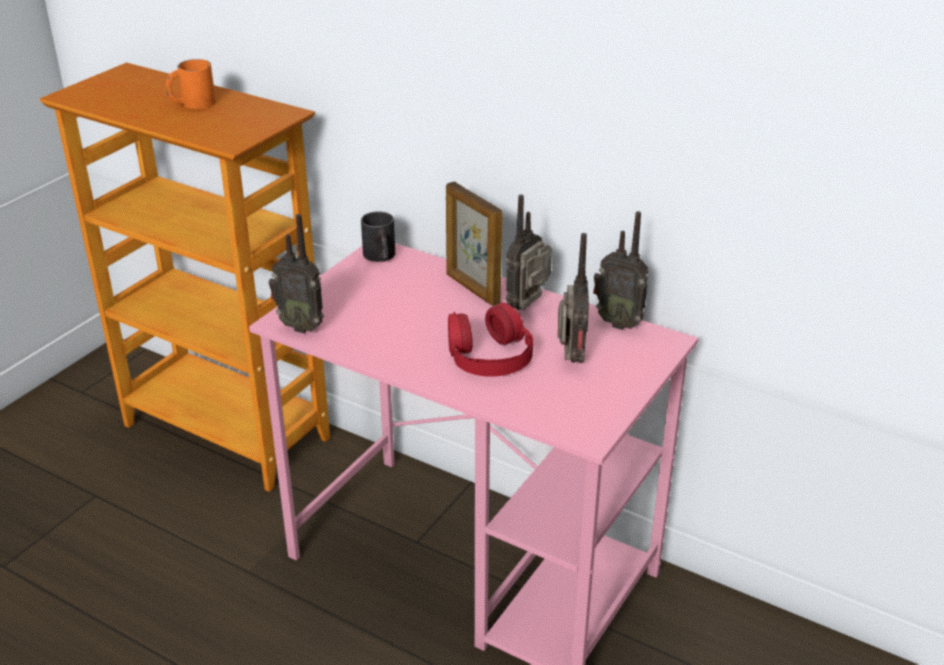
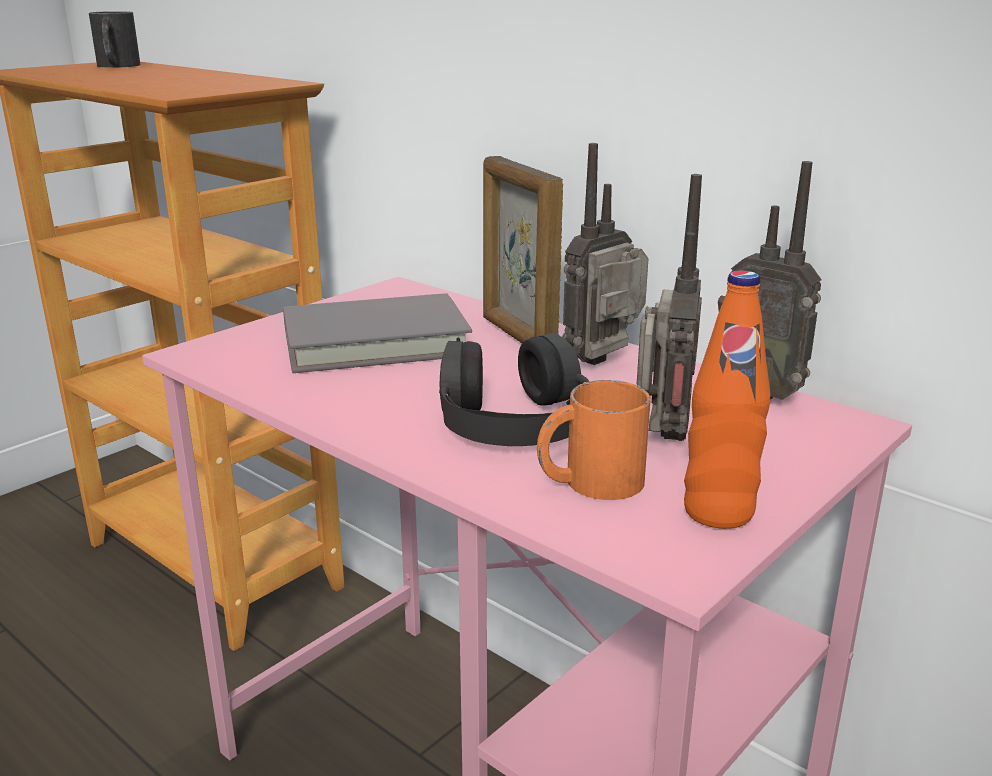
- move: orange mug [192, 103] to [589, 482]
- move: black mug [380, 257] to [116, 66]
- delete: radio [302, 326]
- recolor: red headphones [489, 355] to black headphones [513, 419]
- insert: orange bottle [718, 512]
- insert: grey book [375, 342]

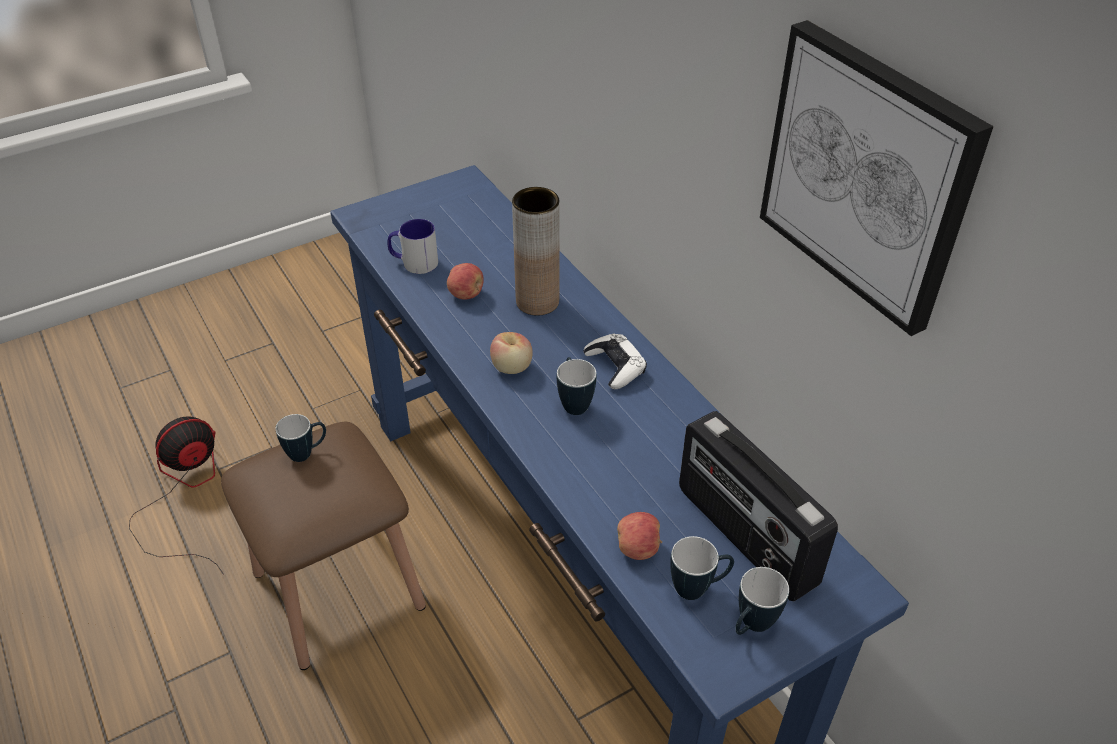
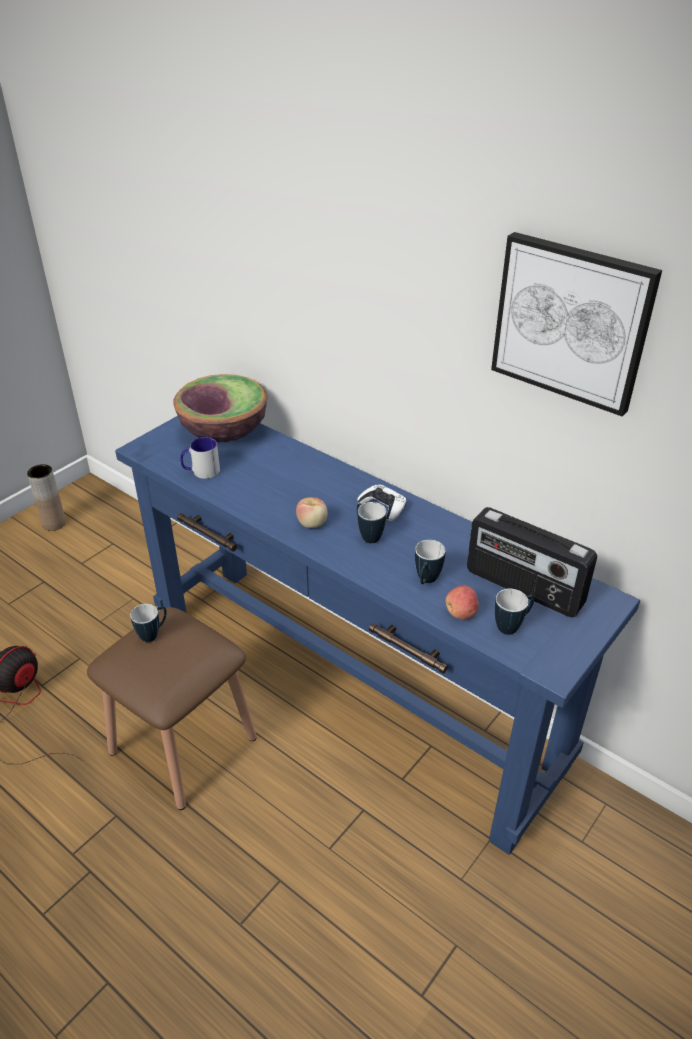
- move: brown vase [537, 302] to [54, 523]
- delete: apple [466, 294]
- move: mug [751, 626] to [426, 581]
- insert: bowl [224, 431]

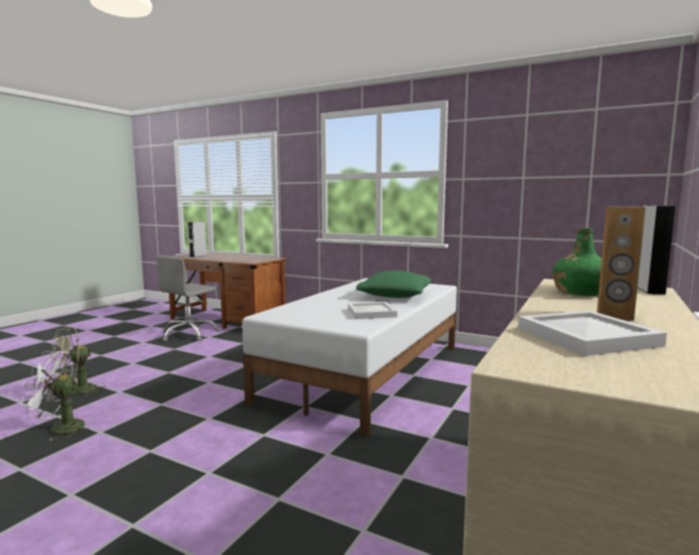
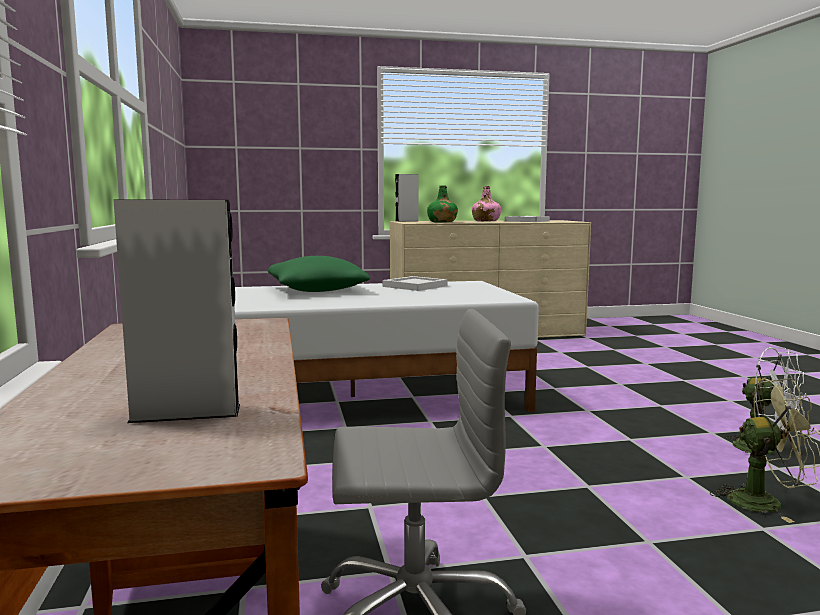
- replace: brown speaker [614, 316] to pink bottle [485, 221]

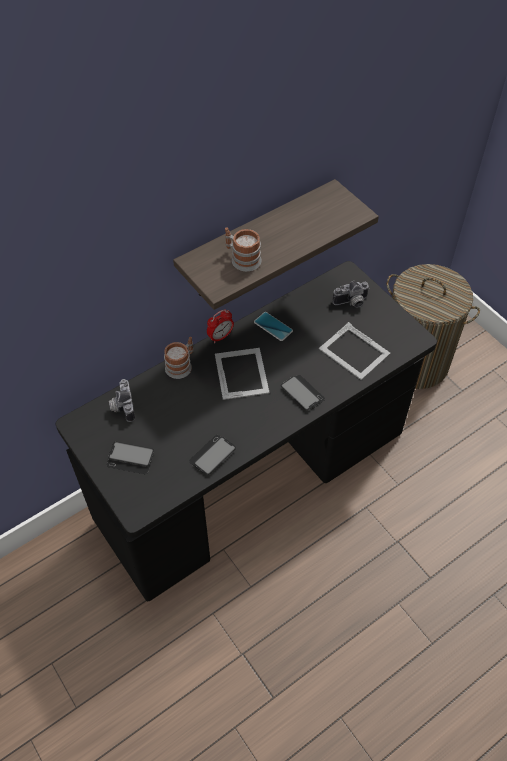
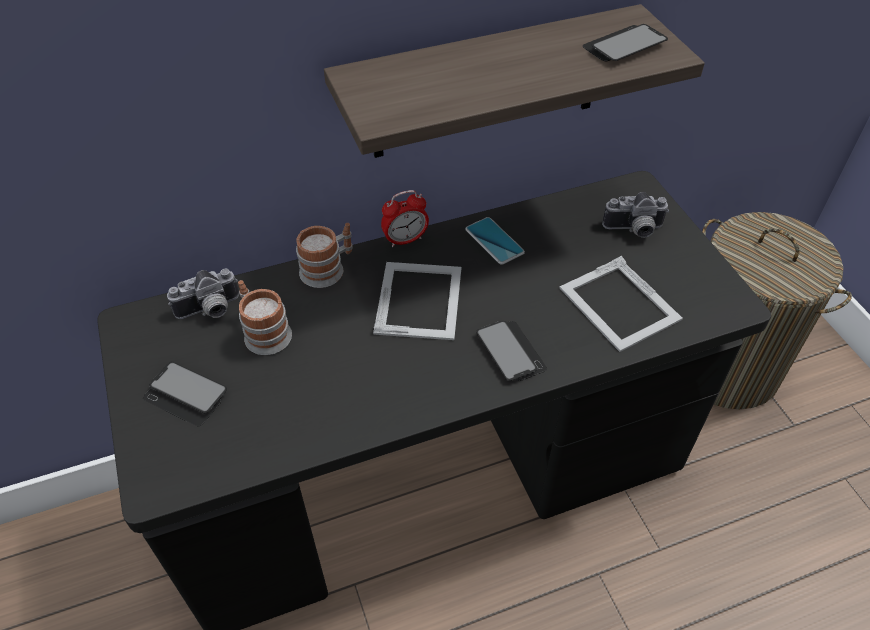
- move: mug [242, 258] to [264, 332]
- rotate: photo camera [122, 406] = [210, 311] 120 degrees counterclockwise
- move: phone [212, 455] to [624, 45]

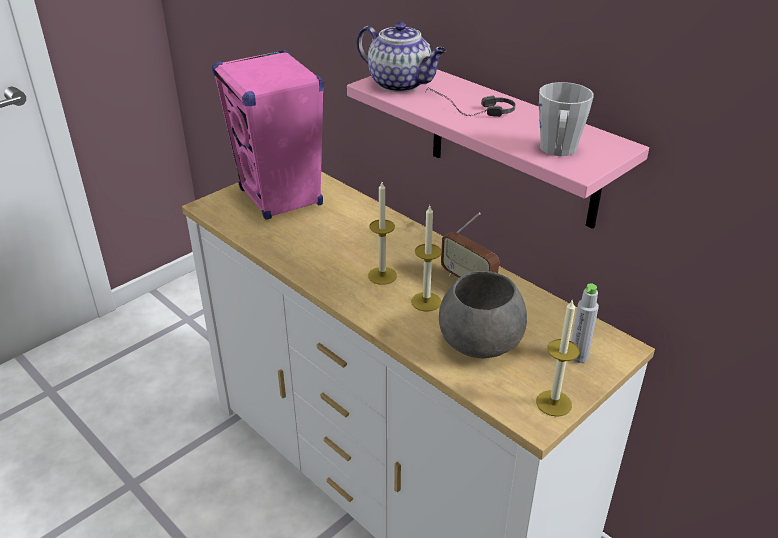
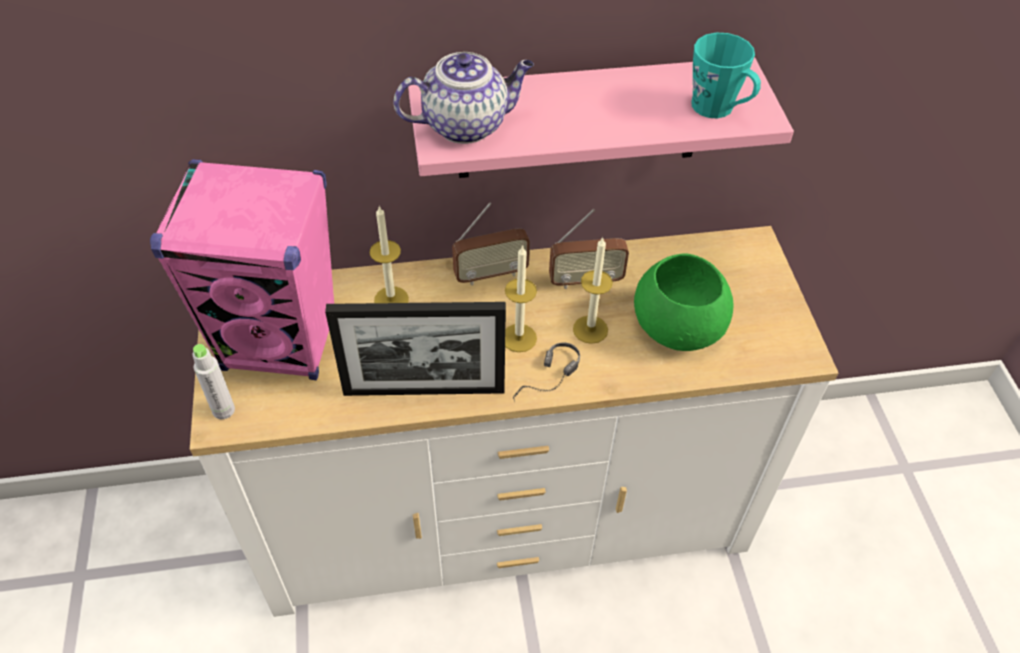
- recolor: grey mug [558, 151] to turquoise mug [718, 109]
- move: headphones [470, 113] to [548, 383]
- recolor: grey bowl [479, 342] to green bowl [679, 327]
- move: grey bottle [578, 356] to [223, 410]
- move: candle [553, 403] to [391, 299]
- insert: radio [490, 274]
- insert: picture frame [424, 390]

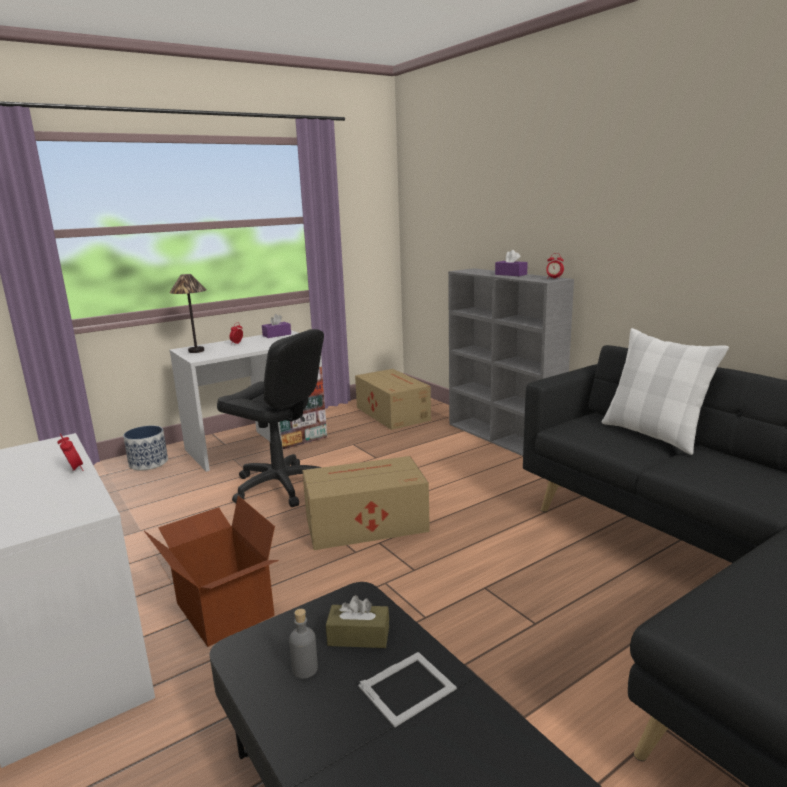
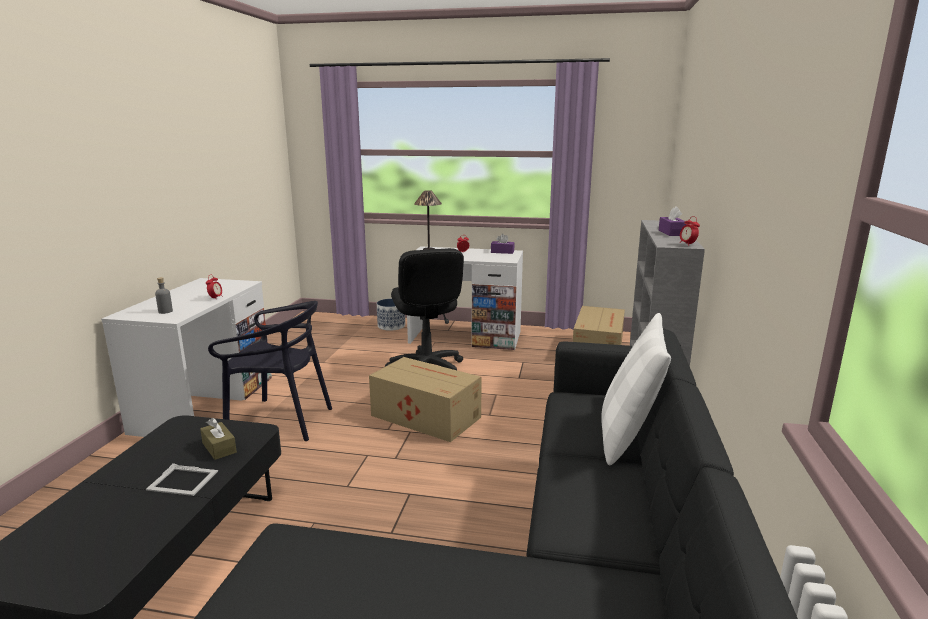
- replace: cardboard box [222, 610] to black chair [280, 421]
- move: grey bottle [305, 669] to [165, 311]

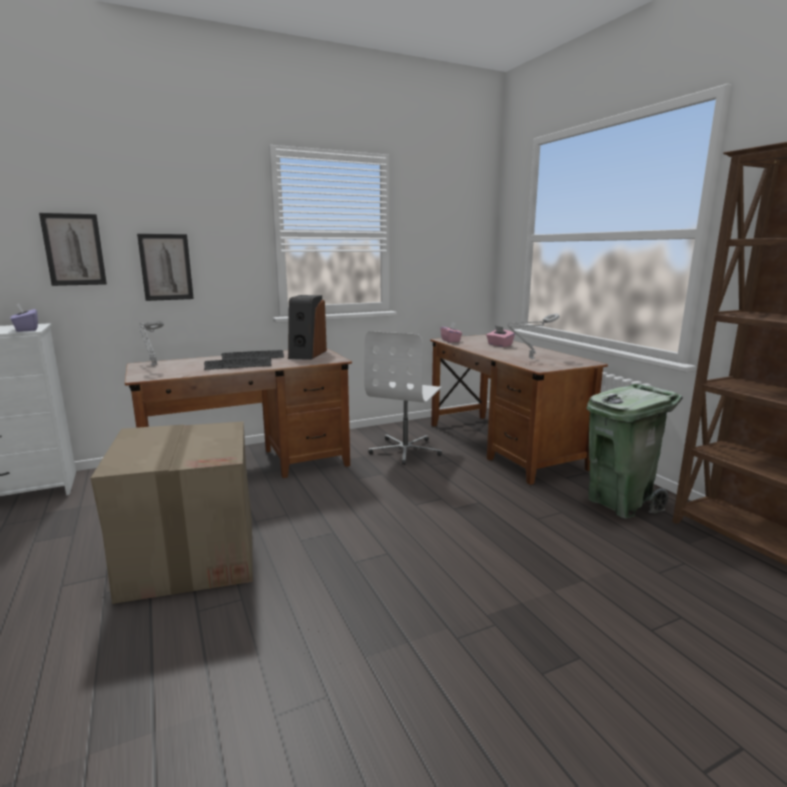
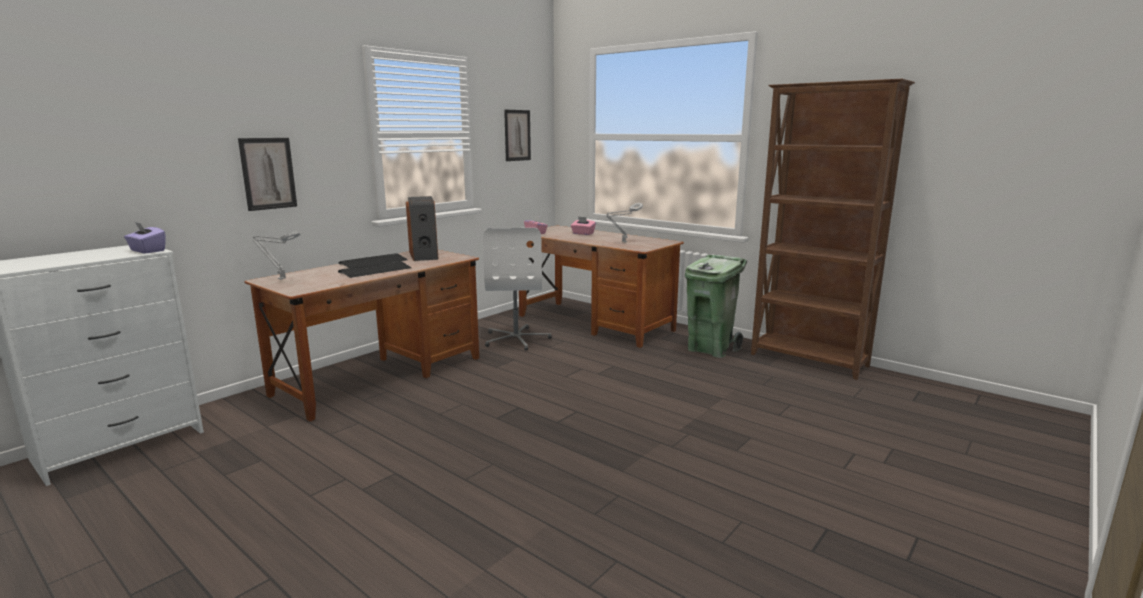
- move: picture [74, 249] to [517, 135]
- delete: cardboard box [191, 555]

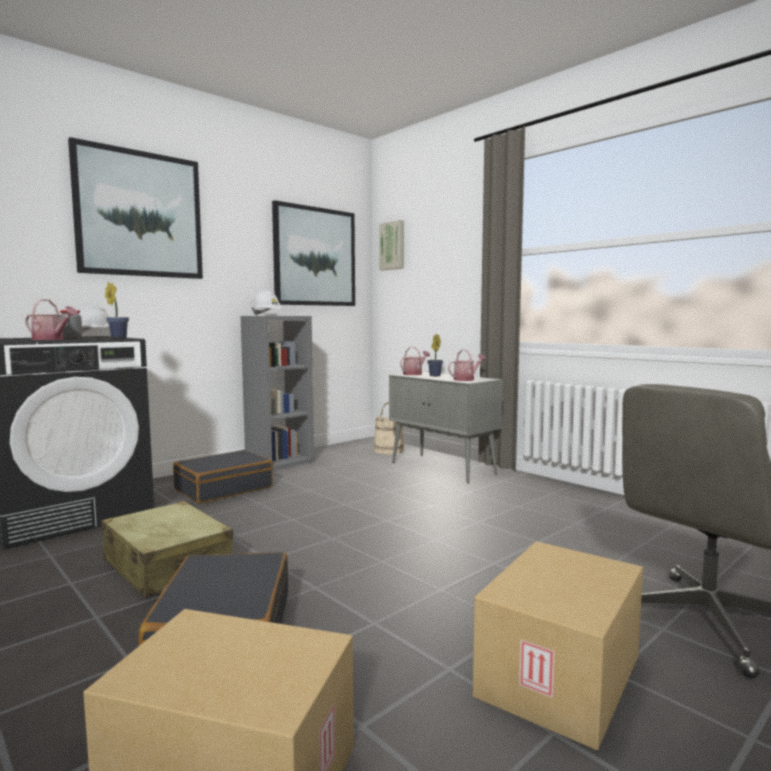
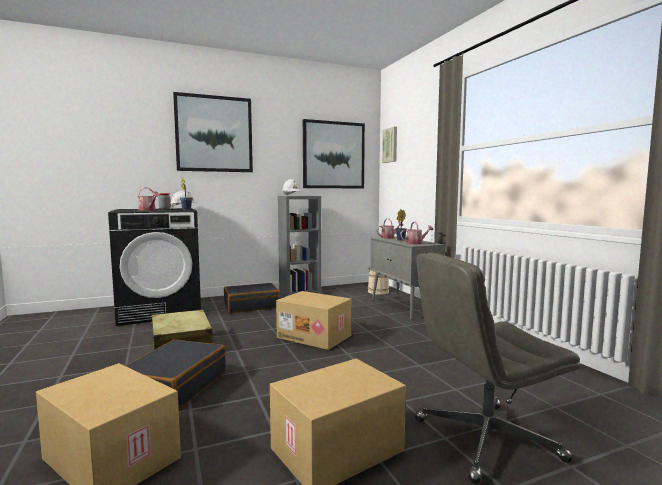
- insert: cardboard box [315, 336]

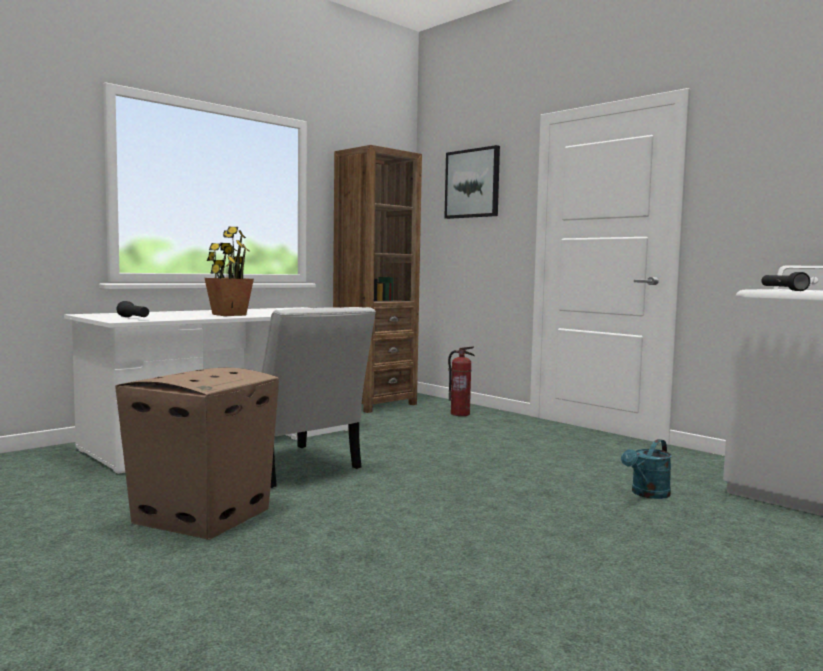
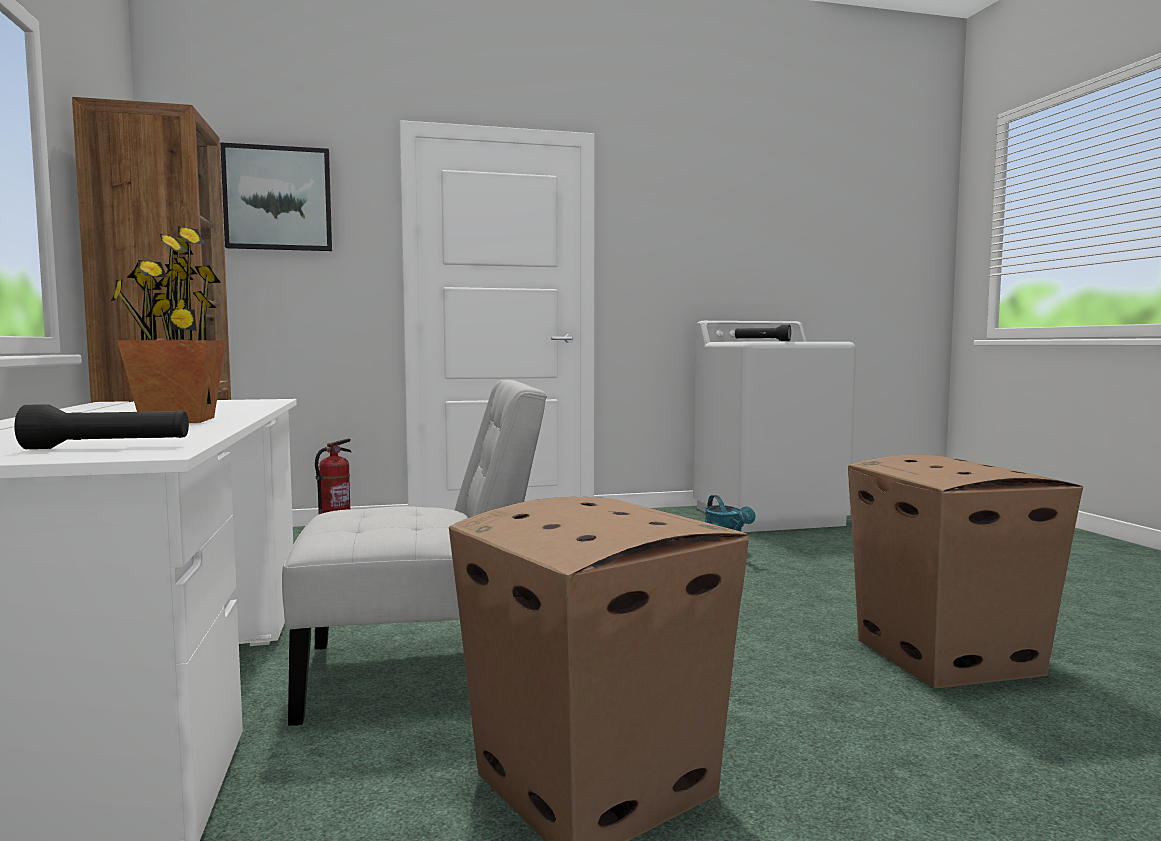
- insert: cardboard box [948, 657]

